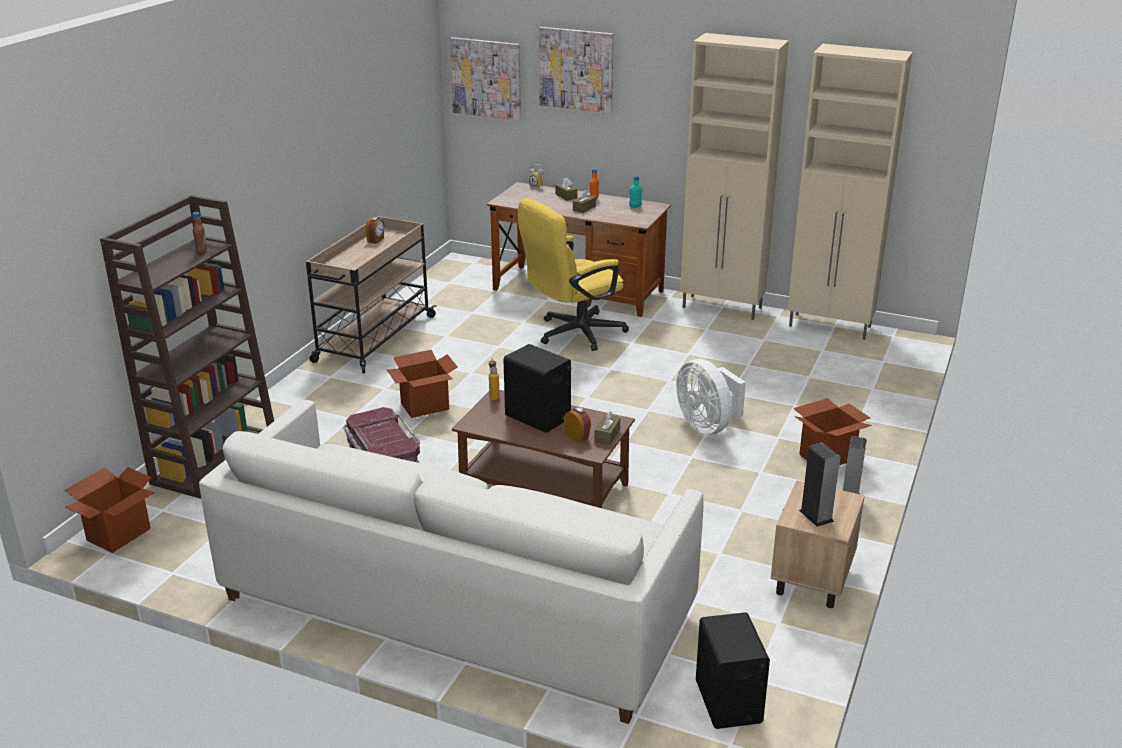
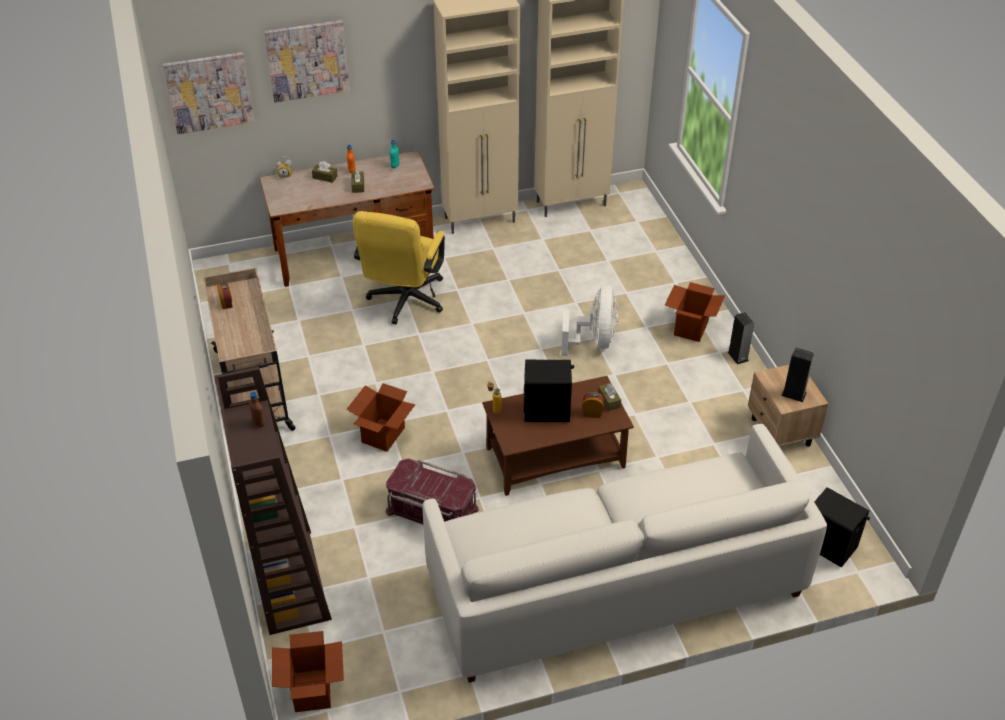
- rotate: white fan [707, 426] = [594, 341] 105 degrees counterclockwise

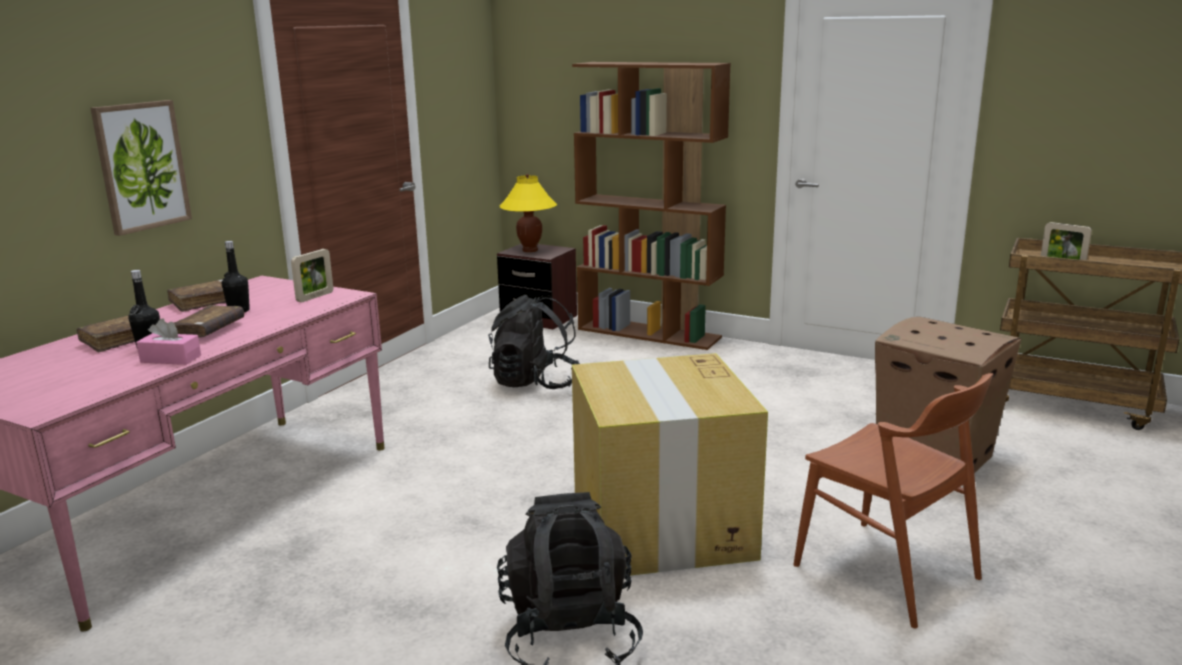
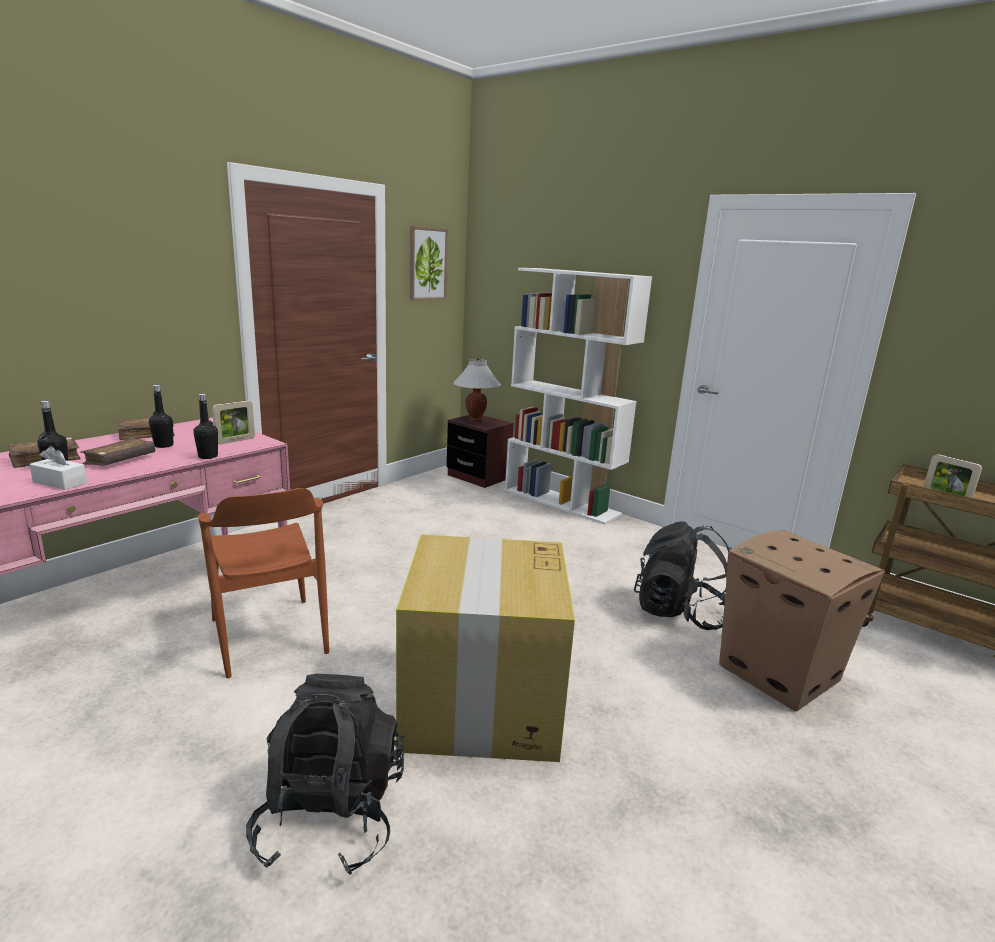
- recolor: brown bookcase [649, 333] to white bookcase [562, 502]
- move: picture [141, 166] to [427, 264]
- recolor: yellow table lamp [530, 250] to white table lamp [475, 420]
- move: black backpack [535, 383] to [679, 613]
- recolor: pink tissue box [171, 359] to white tissue box [60, 482]
- move: brown chair [886, 571] to [269, 636]
- insert: black bottle [208, 456]

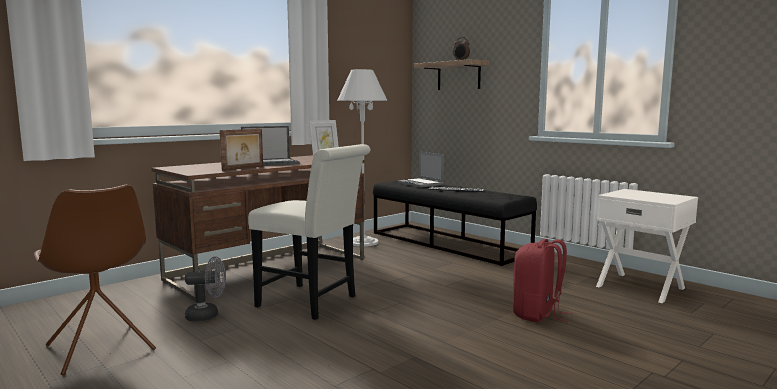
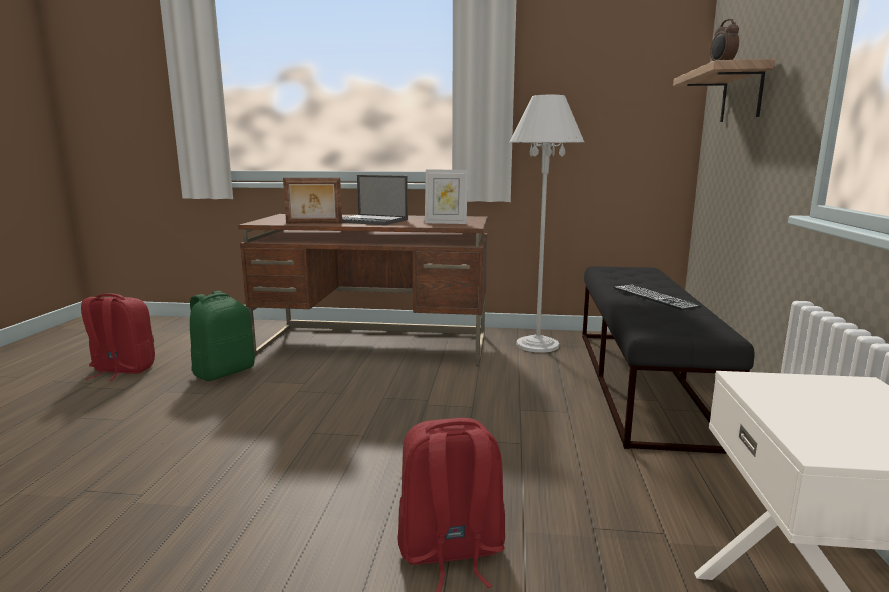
- delete: white chair [312, 302]
- delete: laptop [421, 184]
- replace: brown chair [100, 348] to red backpack [122, 370]
- replace: grey fan [207, 315] to green backpack [224, 372]

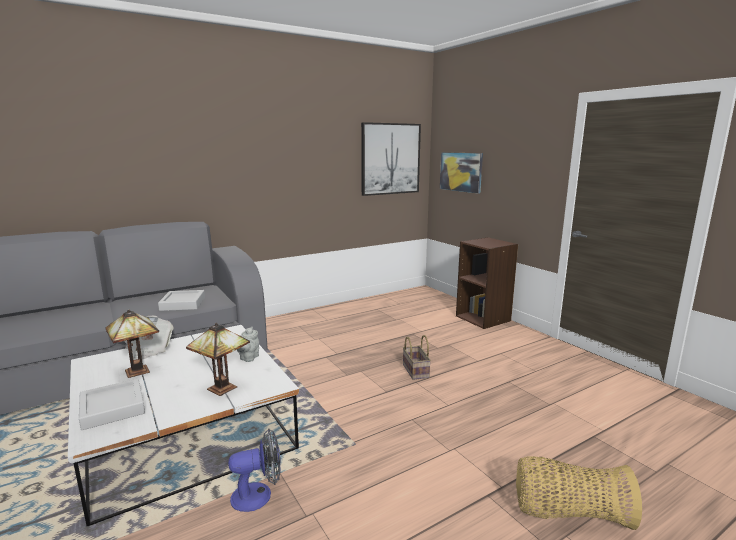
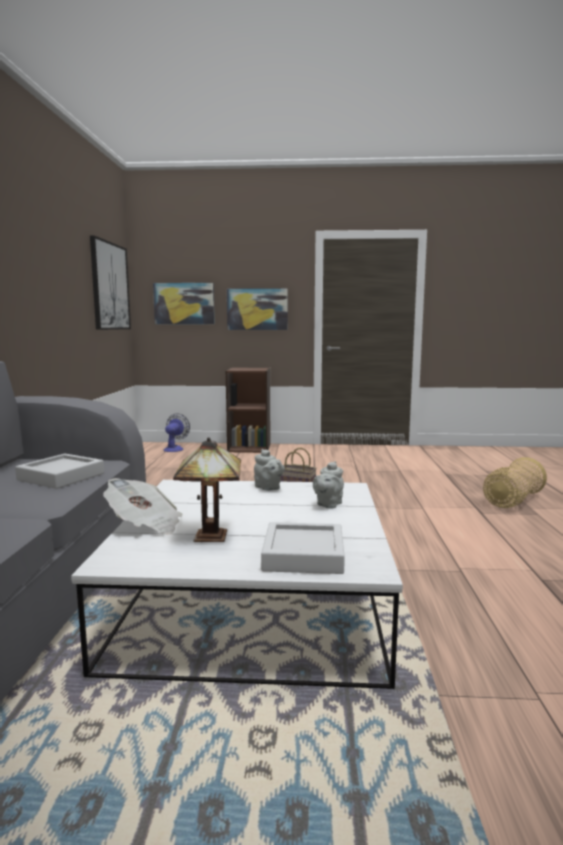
- replace: table lamp [224, 388] to grey teapot [328, 504]
- move: fan [259, 495] to [175, 448]
- insert: picture [257, 309]

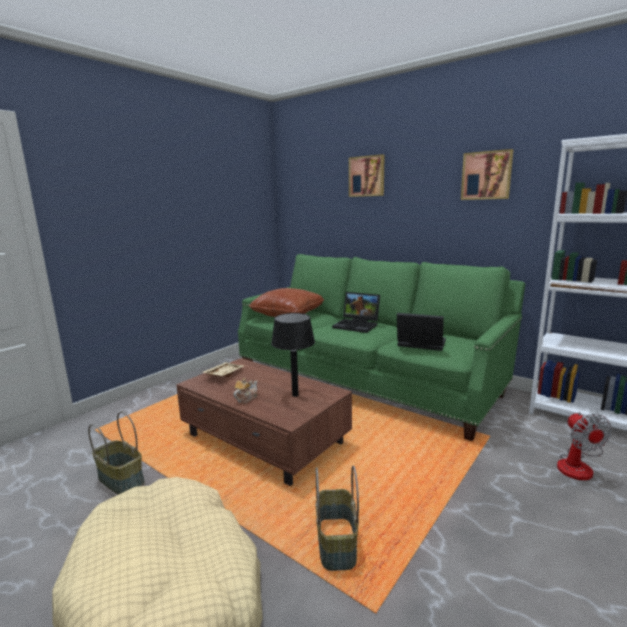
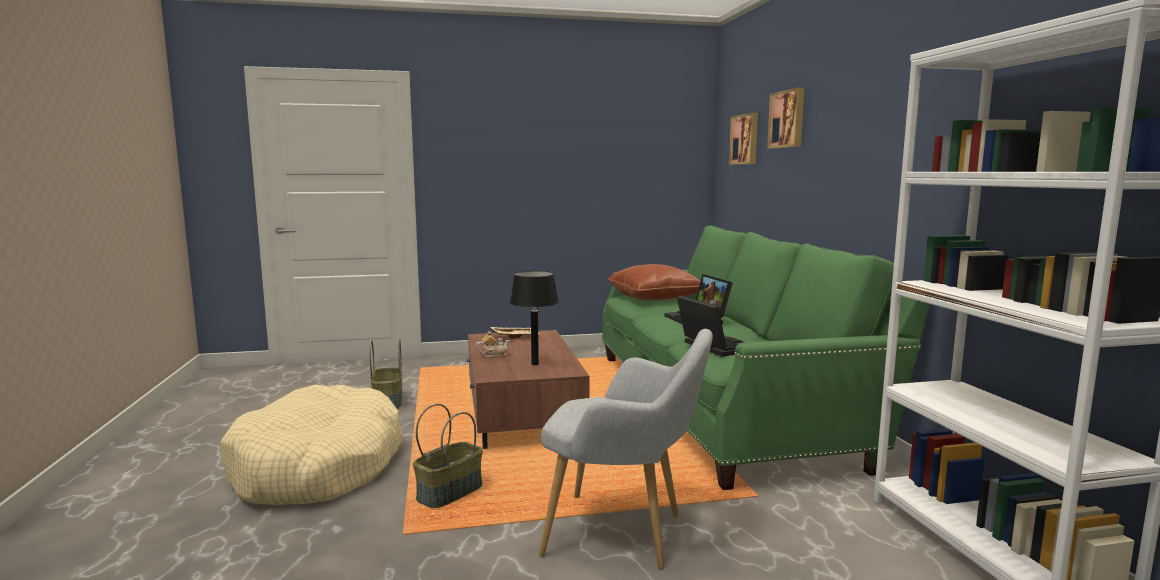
- move: picture [486, 175] to [745, 139]
- delete: fan [578, 465]
- insert: grey armchair [624, 534]

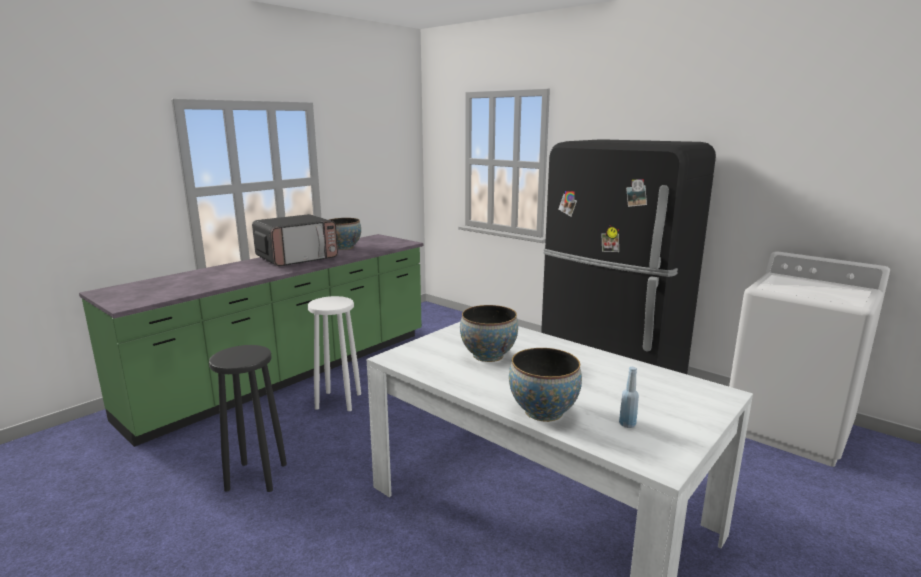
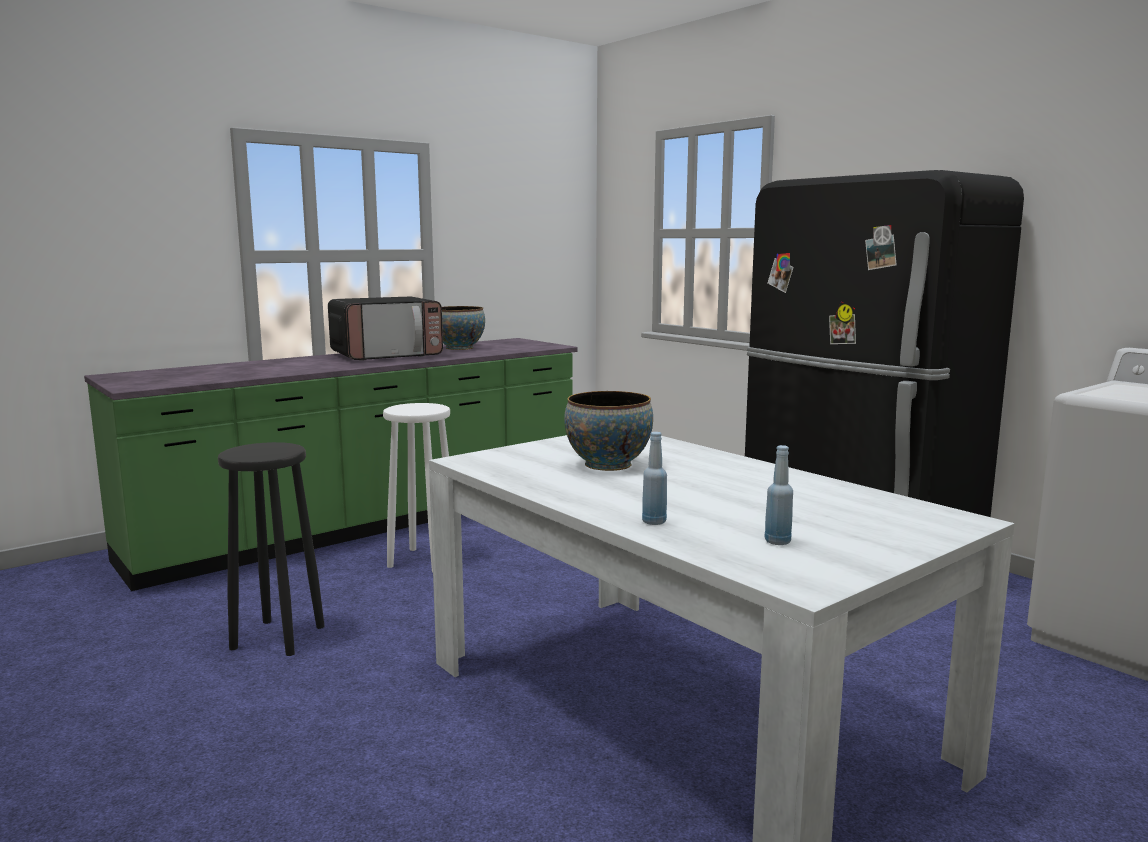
- replace: bowl [543, 412] to blue bottle [653, 522]

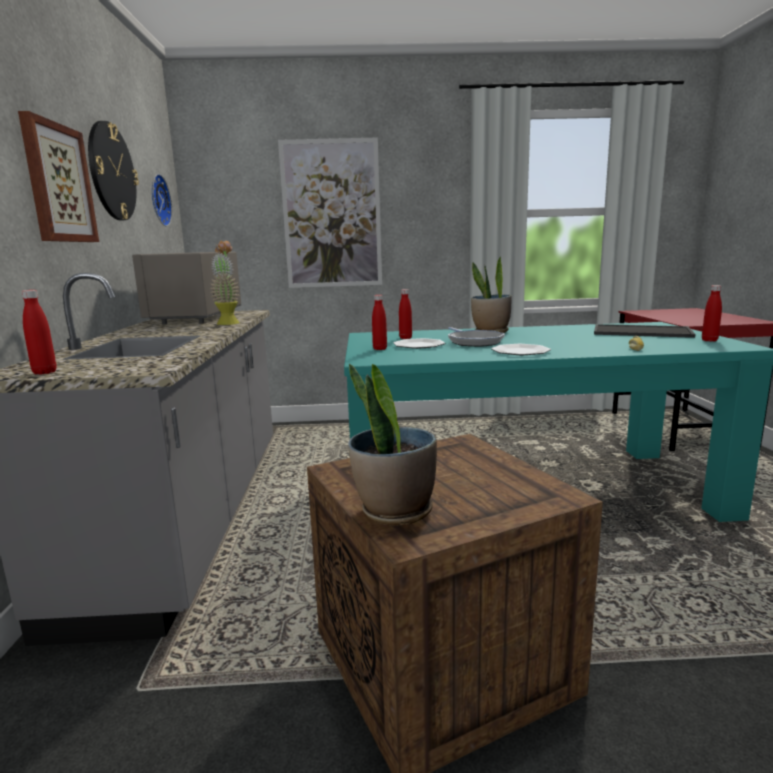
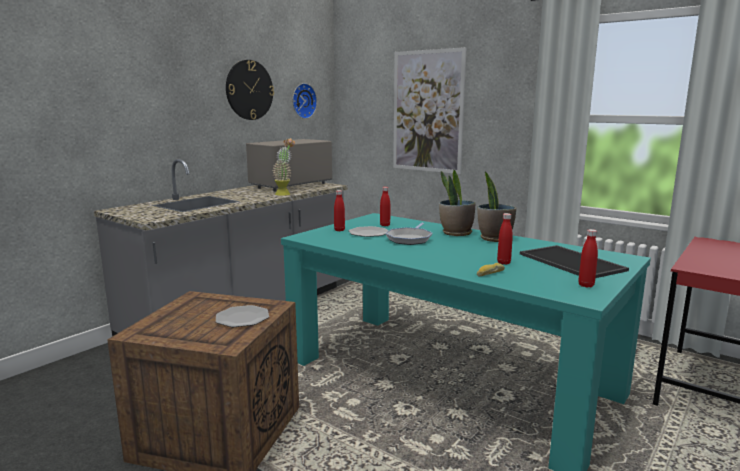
- delete: picture [58, 183]
- move: red bottle [45, 372] to [503, 263]
- move: plate [520, 351] to [242, 318]
- move: potted plant [394, 511] to [494, 239]

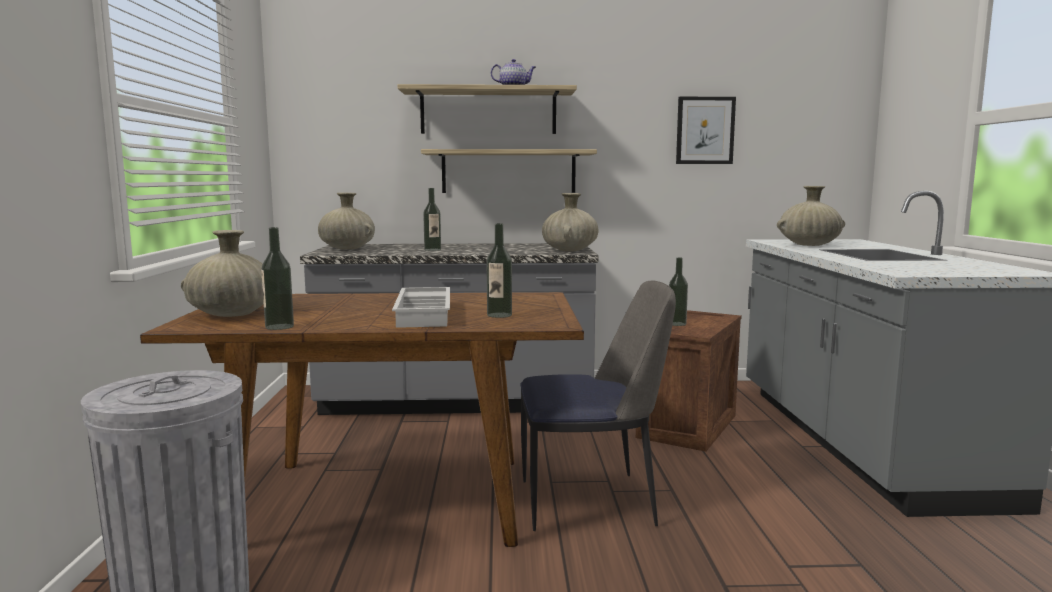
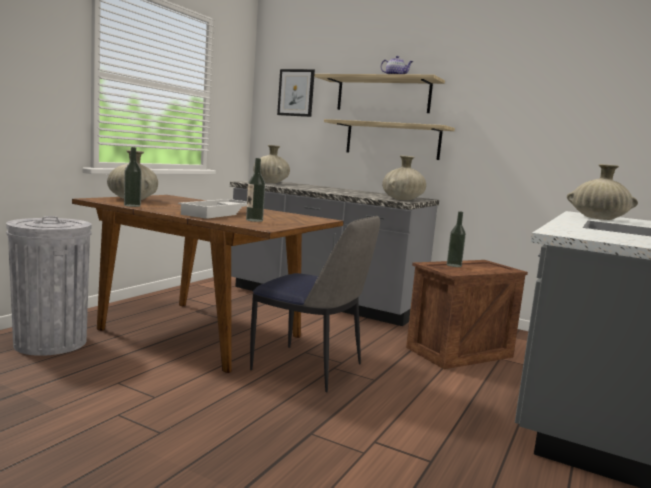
- move: picture [705, 130] to [296, 93]
- delete: bottle [432, 249]

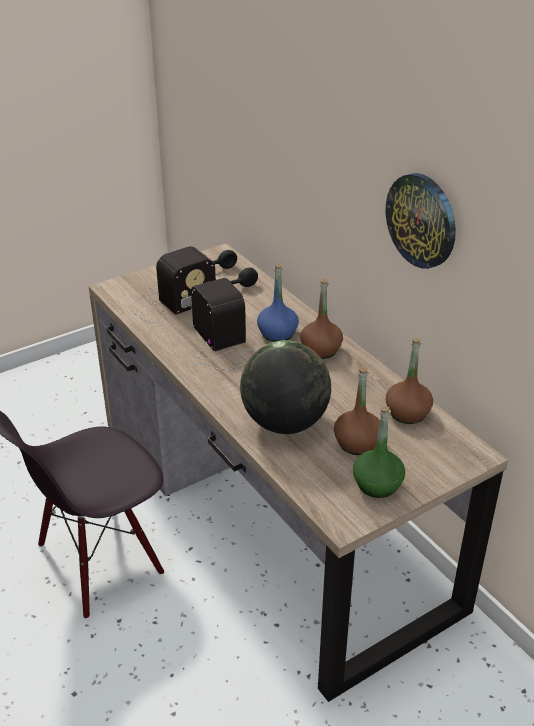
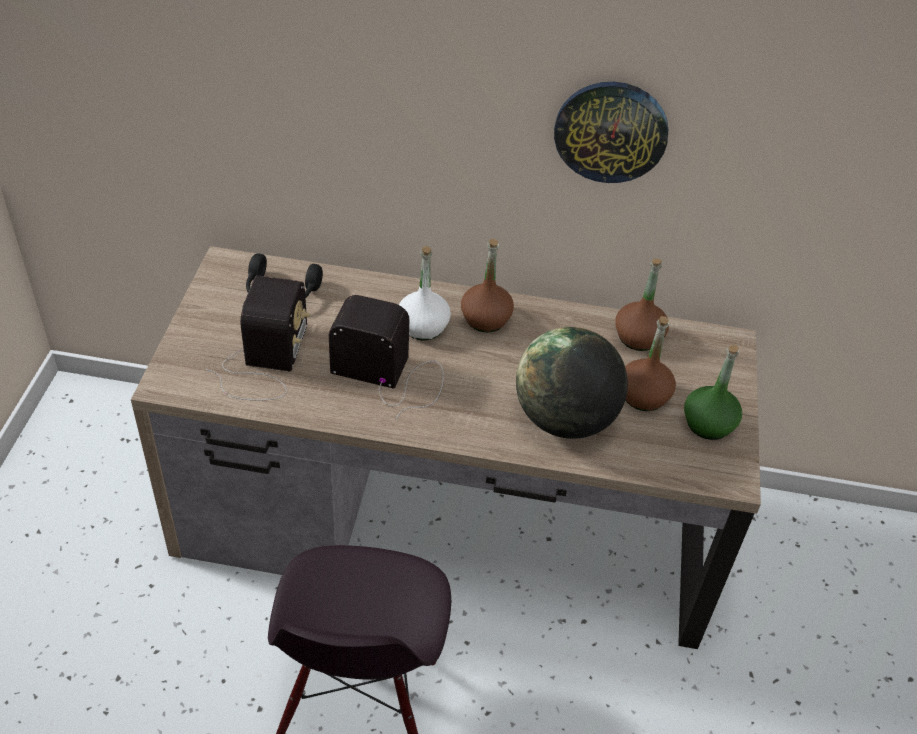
- recolor: blue bottle [277, 334] to white bottle [423, 327]

